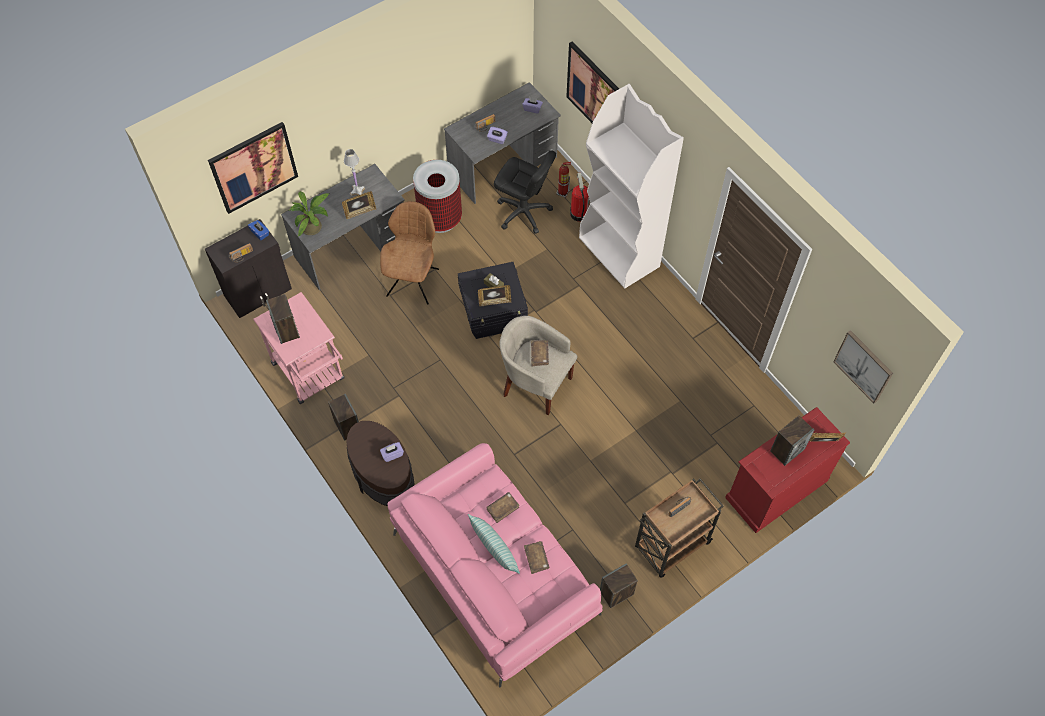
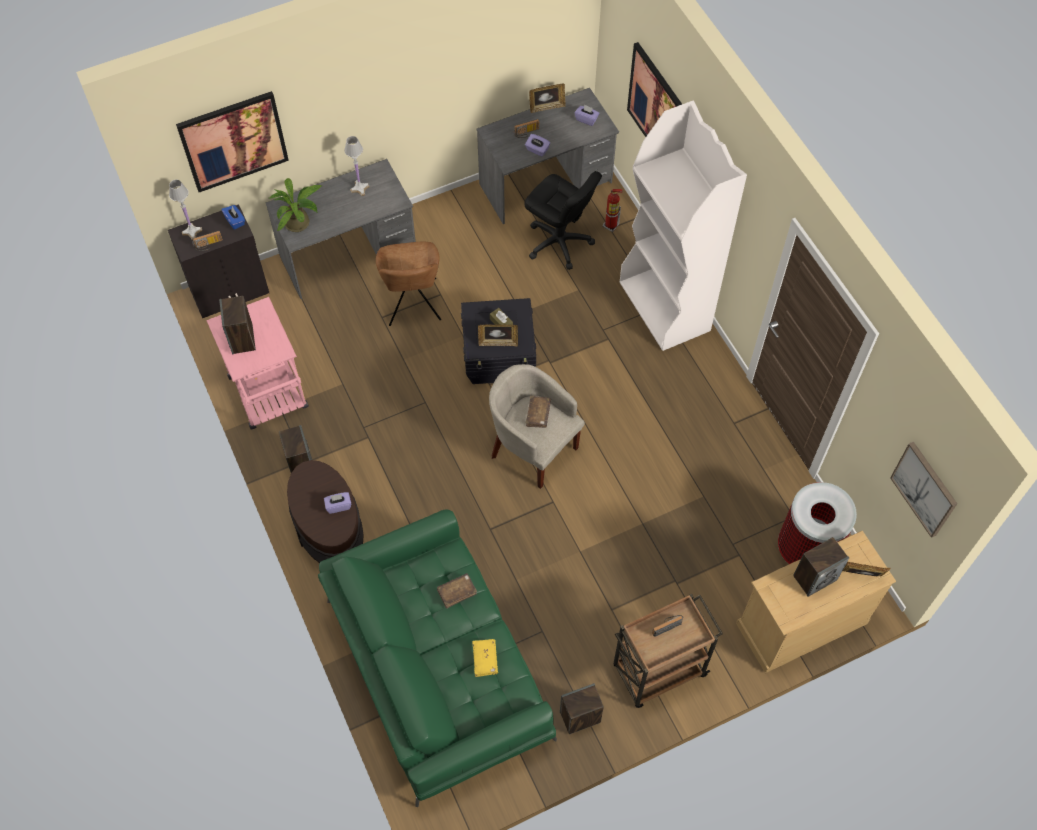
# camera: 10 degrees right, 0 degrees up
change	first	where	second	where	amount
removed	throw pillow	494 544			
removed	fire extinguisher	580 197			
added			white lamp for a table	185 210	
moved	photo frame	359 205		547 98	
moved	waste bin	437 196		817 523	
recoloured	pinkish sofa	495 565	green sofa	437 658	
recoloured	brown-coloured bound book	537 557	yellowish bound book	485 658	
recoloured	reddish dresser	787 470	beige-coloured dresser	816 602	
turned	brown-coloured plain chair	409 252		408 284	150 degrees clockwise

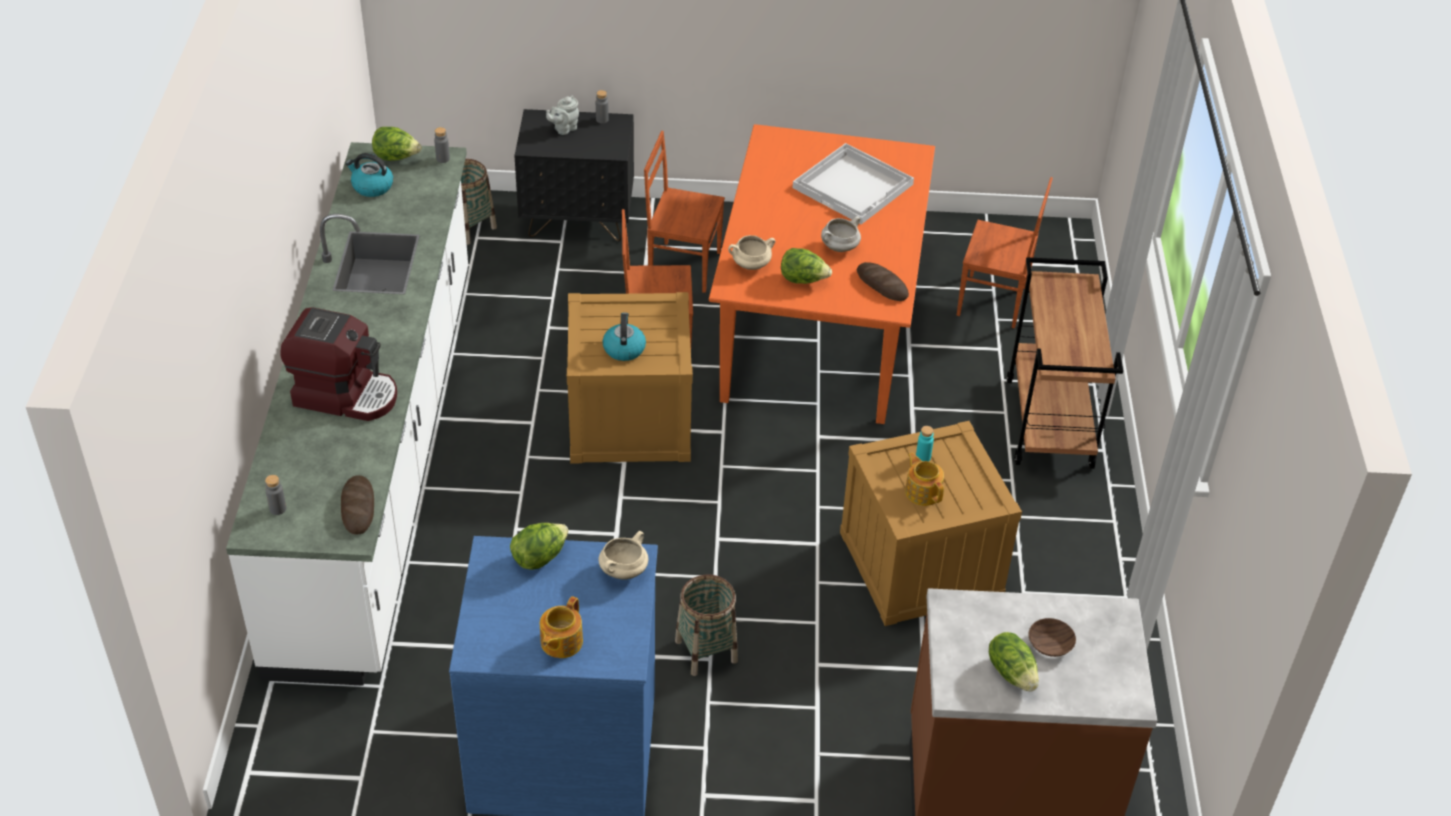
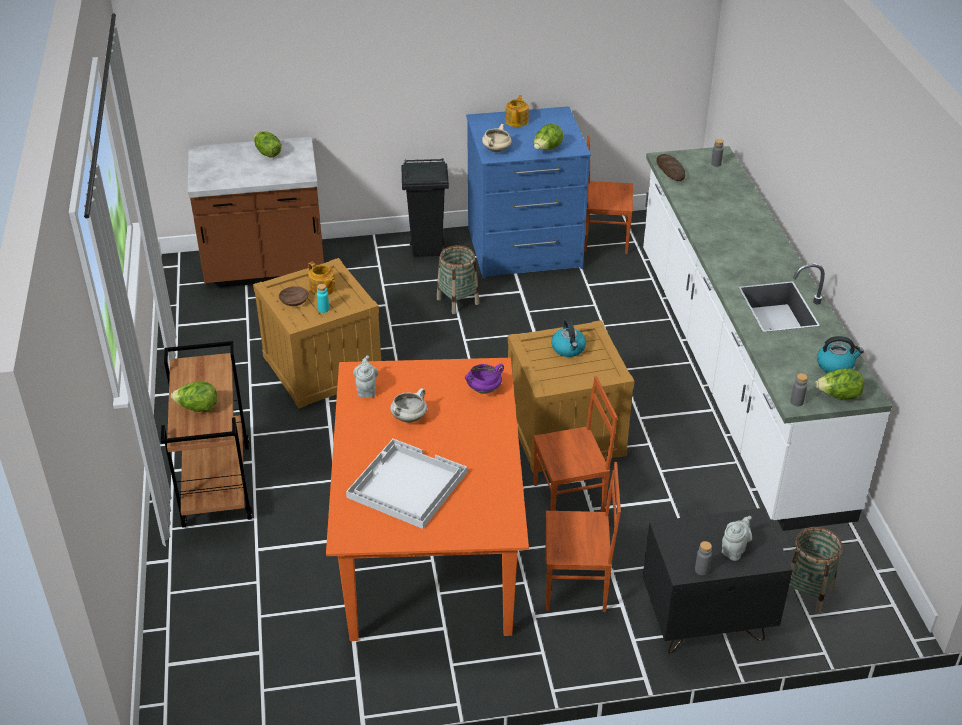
# camera: 170 degrees right, 5 degrees down
change	first	where	second	where	amount
removed	coffee machine	338 364			
added			black-coloured waste bin	425 208	
moved	lettuce	806 266		194 397	
moved	brown-coloured plain chair	1005 253		608 195	
moved	brown-coloured deep dish	1052 637		294 296	
replaced	bakery bread	883 281	gray teapot	365 377	
recoloured	beige-coloured stockpot	751 252	purple-coloured stockpot	484 379	

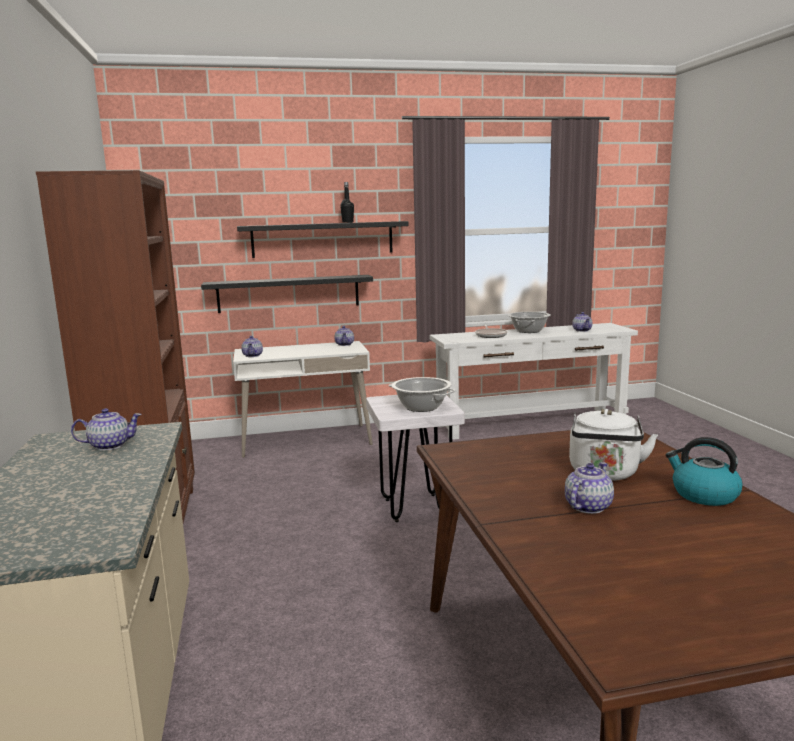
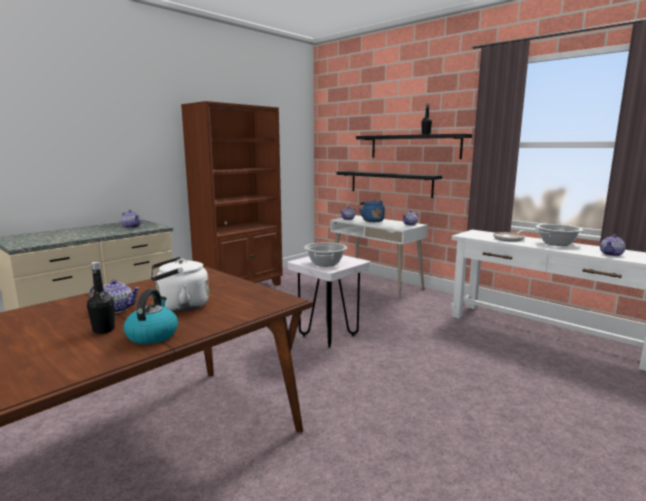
# camera: 55 degrees right, 0 degrees up
change	first	where	second	where	amount
added			black-coloured beverage bottle	101 298	
added			bluish kettle	372 211	

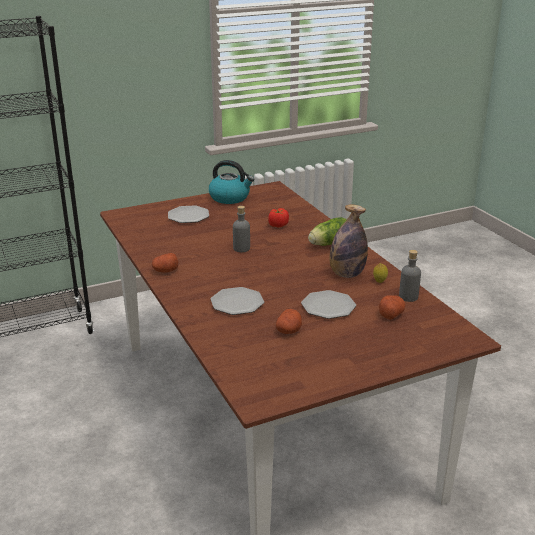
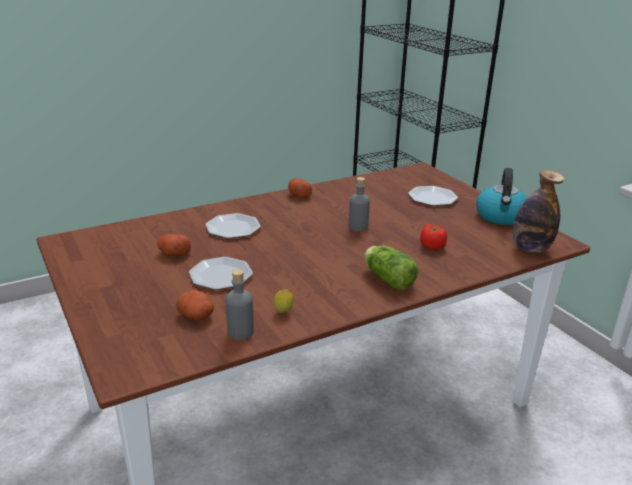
# camera: 85 degrees right, 0 degrees up
change	first	where	second	where	amount
moved	beverage bottle	349 241		538 211	

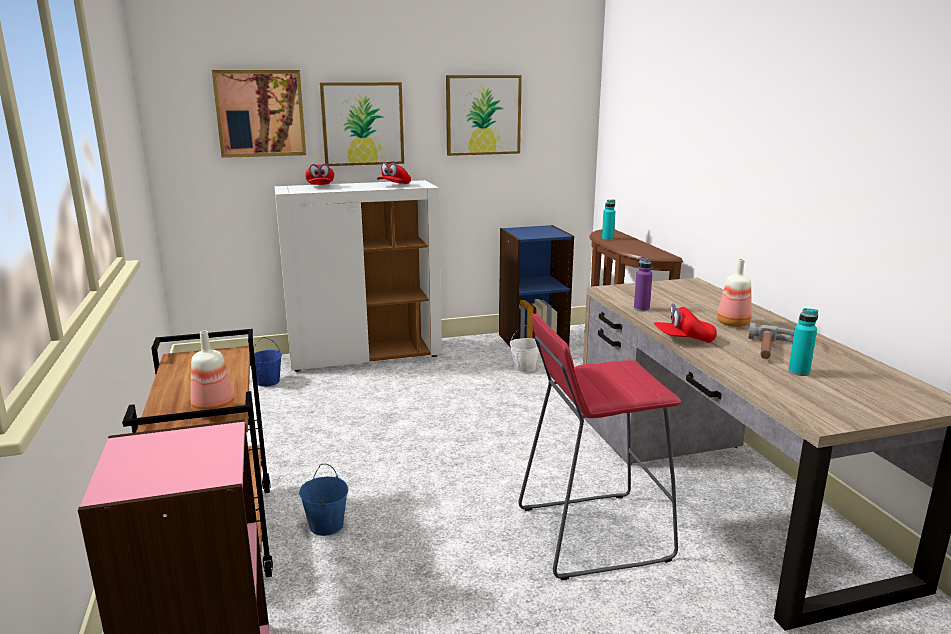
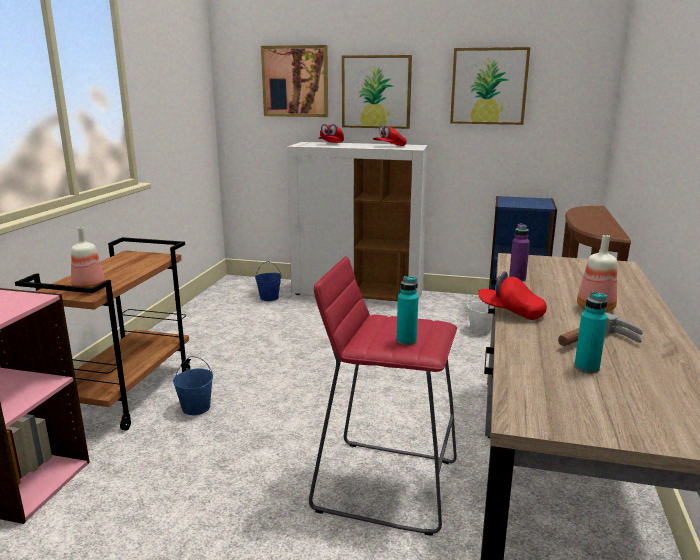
# camera: 30 degrees right, 0 degrees up
change	first	where	second	where	amount
moved	turquoise beverage bottle	608 219		407 310	

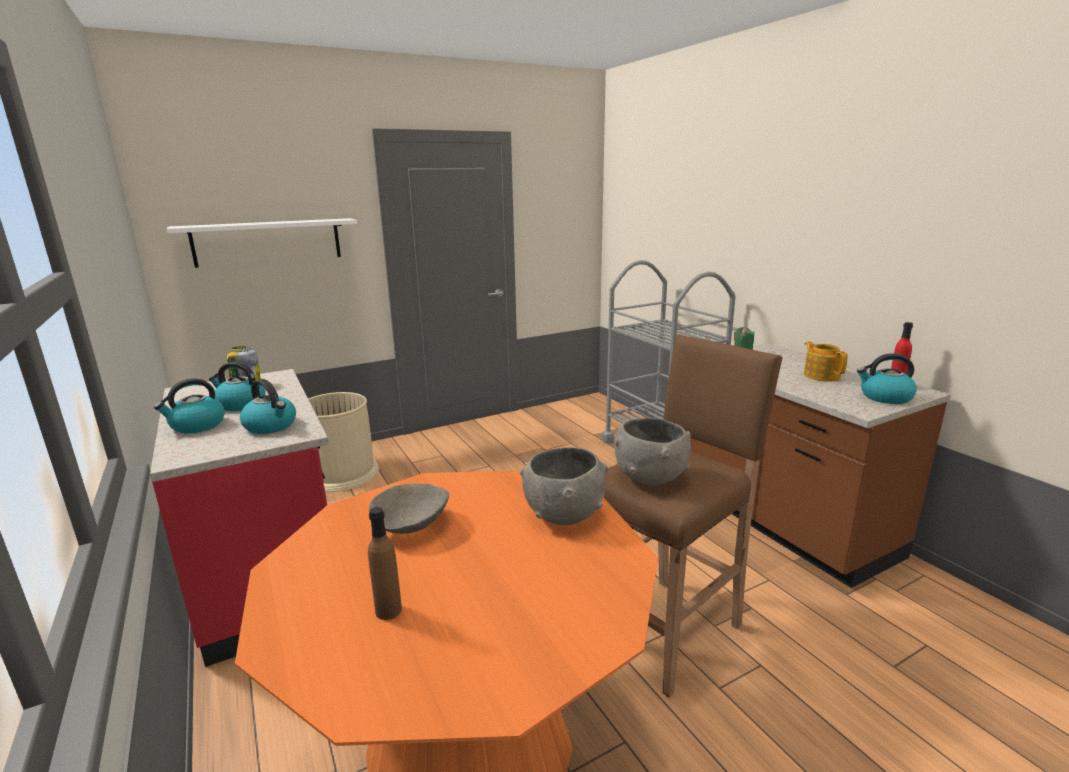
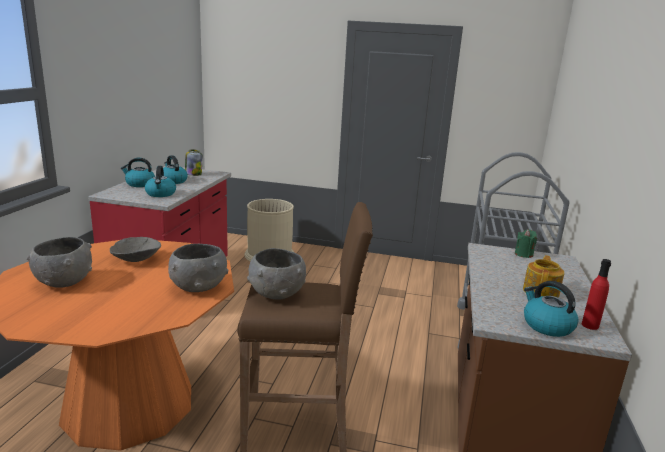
# camera: 40 degrees right, 0 degrees up
change	first	where	second	where	amount
removed	white shelf	262 243			
replaced	brown-coloured beverage bottle	385 563	gray deep dish	59 262	

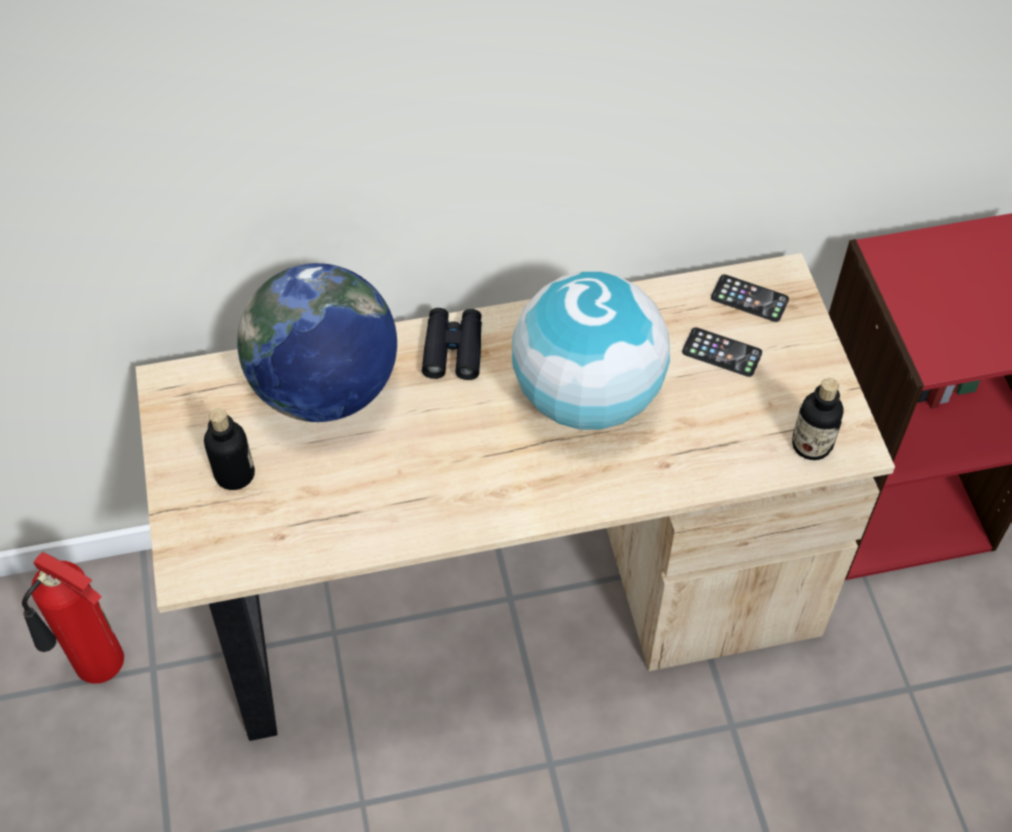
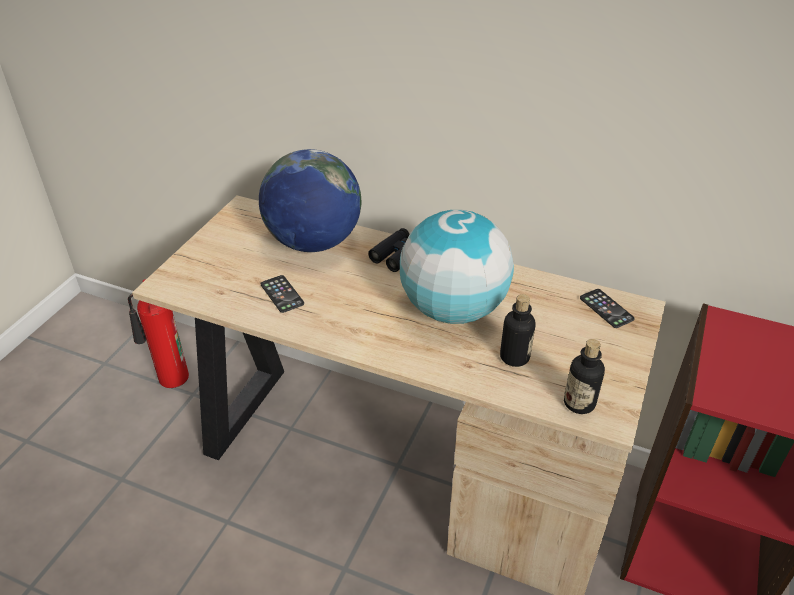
# camera: 35 degrees right, 15 degrees down
change	first	where	second	where	amount
moved	beverage bottle	229 449		518 330	
moved	phone	722 352		282 294	

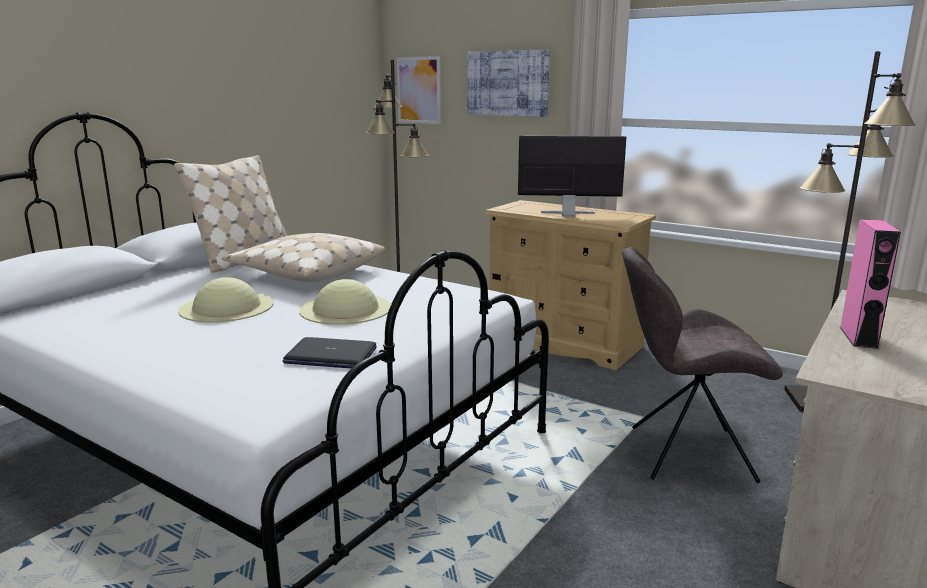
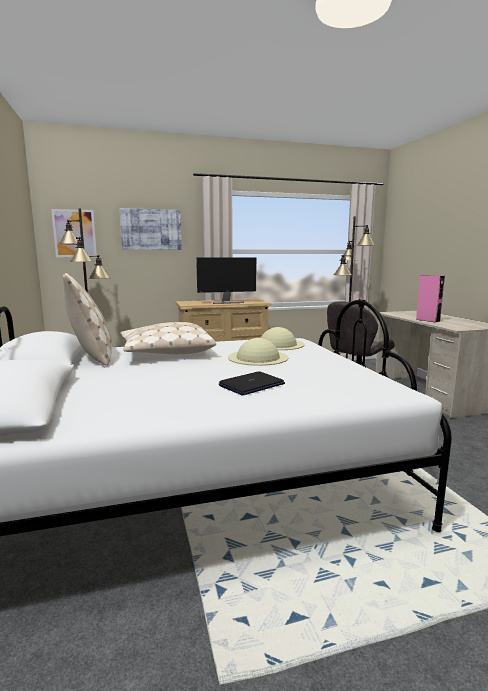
# camera: 50 degrees left, 5 degrees down
change	first	where	second	where	amount
moved	beige-coloured hat	226 300		283 338	
moved	notebook computer	329 353		252 383	
turned	computer display	572 176		226 280	150 degrees counterclockwise

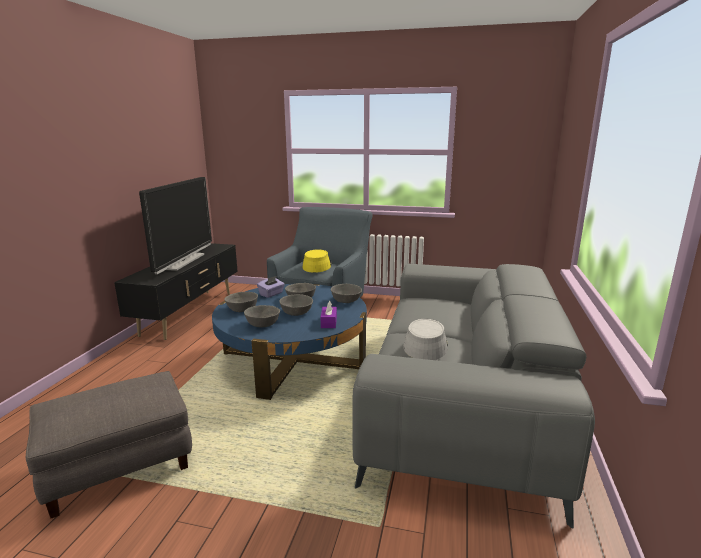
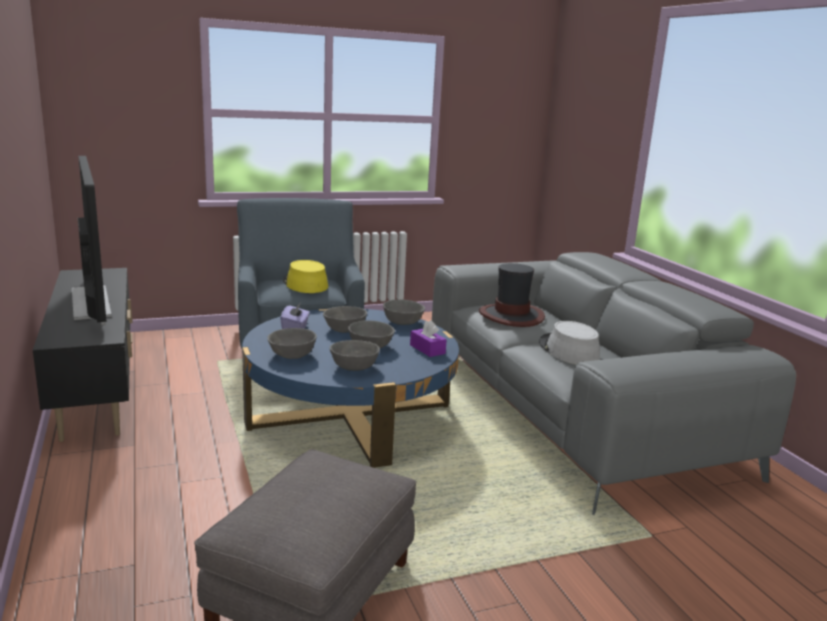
# camera: 35 degrees left, 0 degrees up
change	first	where	second	where	amount
added			hat	512 295	

